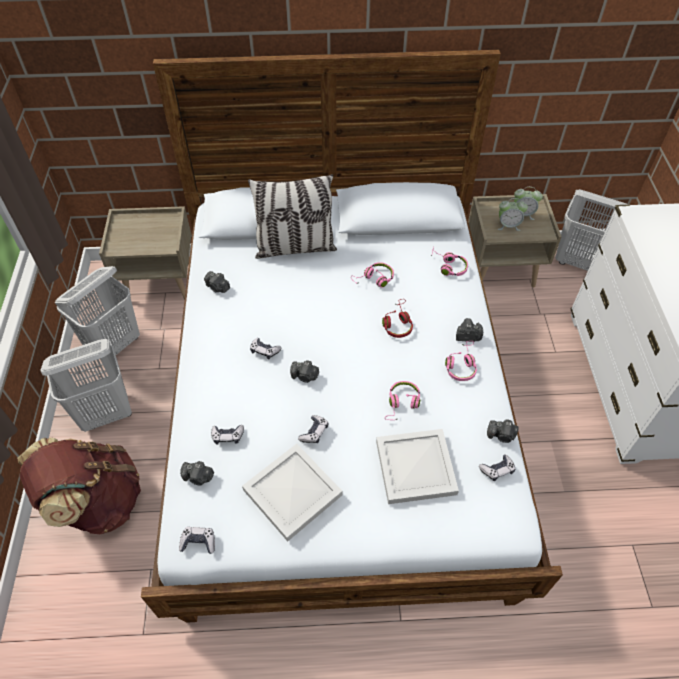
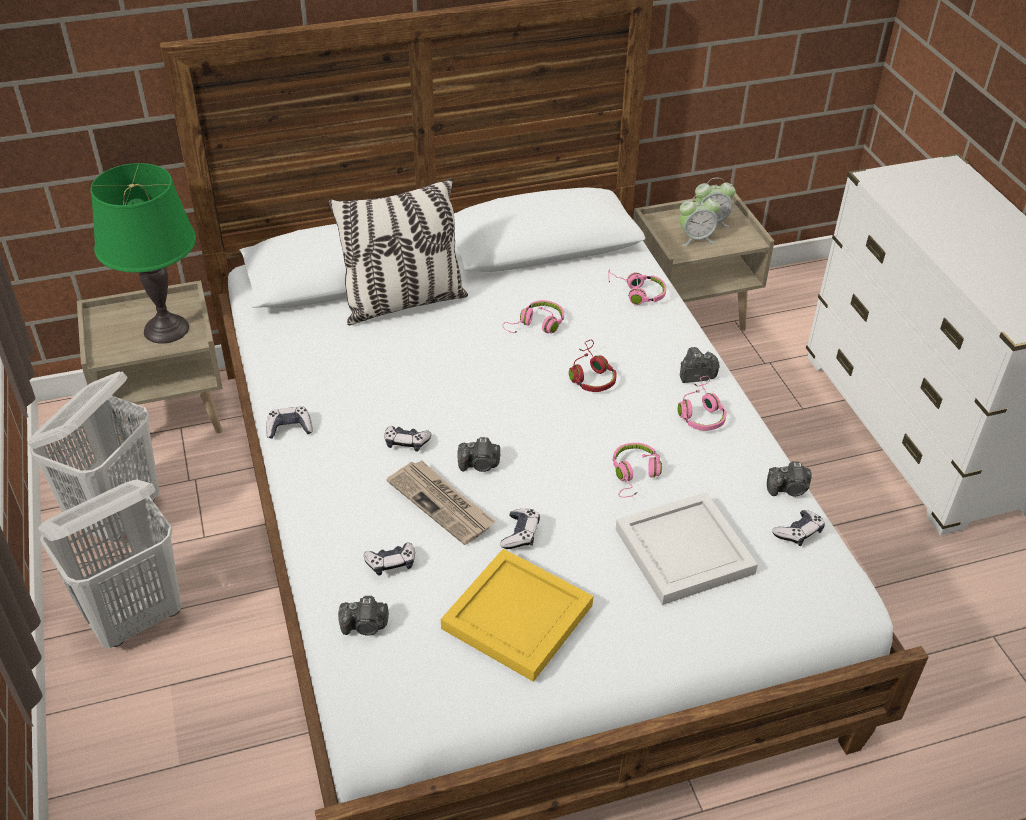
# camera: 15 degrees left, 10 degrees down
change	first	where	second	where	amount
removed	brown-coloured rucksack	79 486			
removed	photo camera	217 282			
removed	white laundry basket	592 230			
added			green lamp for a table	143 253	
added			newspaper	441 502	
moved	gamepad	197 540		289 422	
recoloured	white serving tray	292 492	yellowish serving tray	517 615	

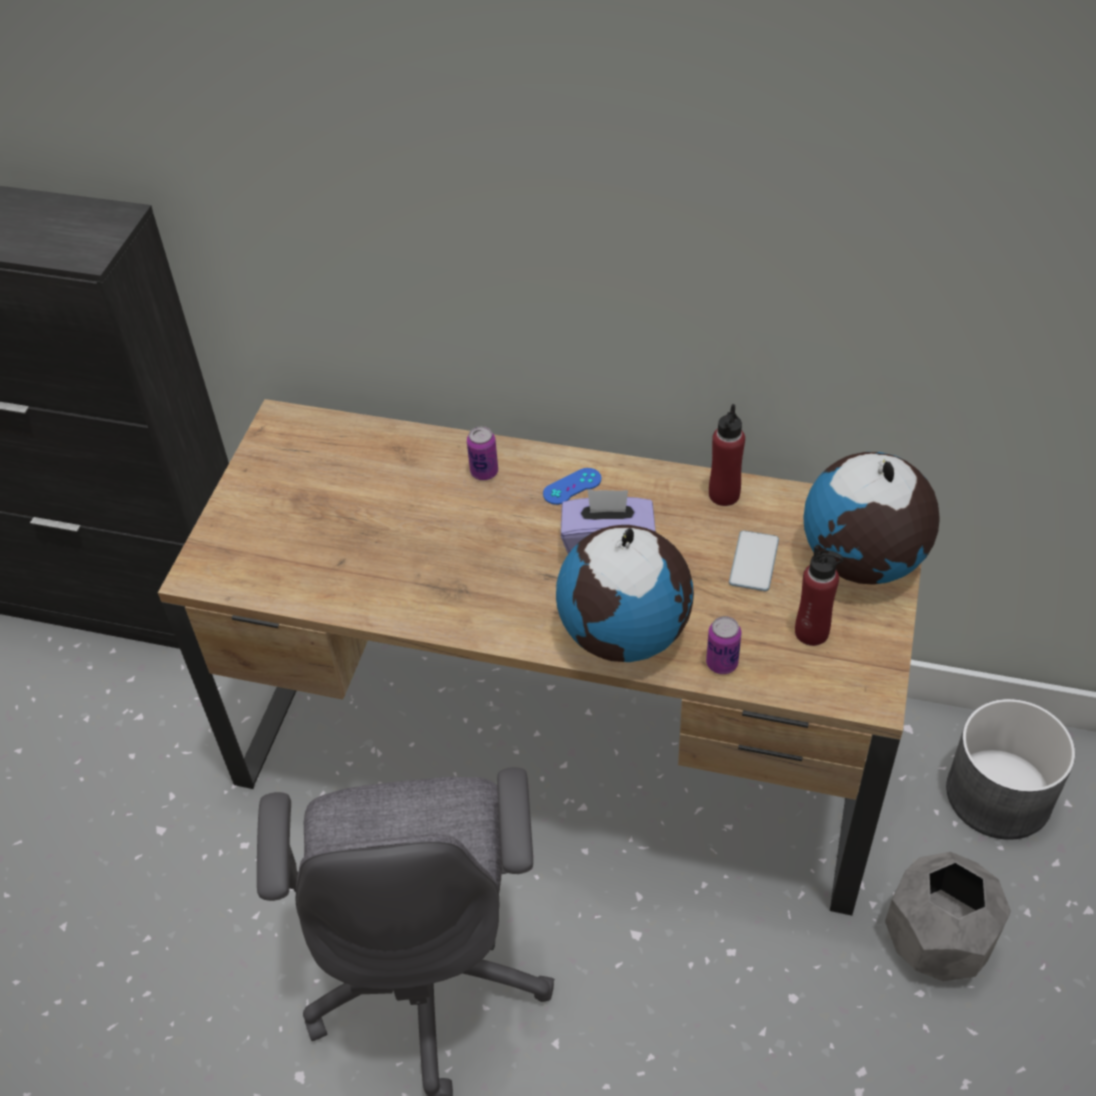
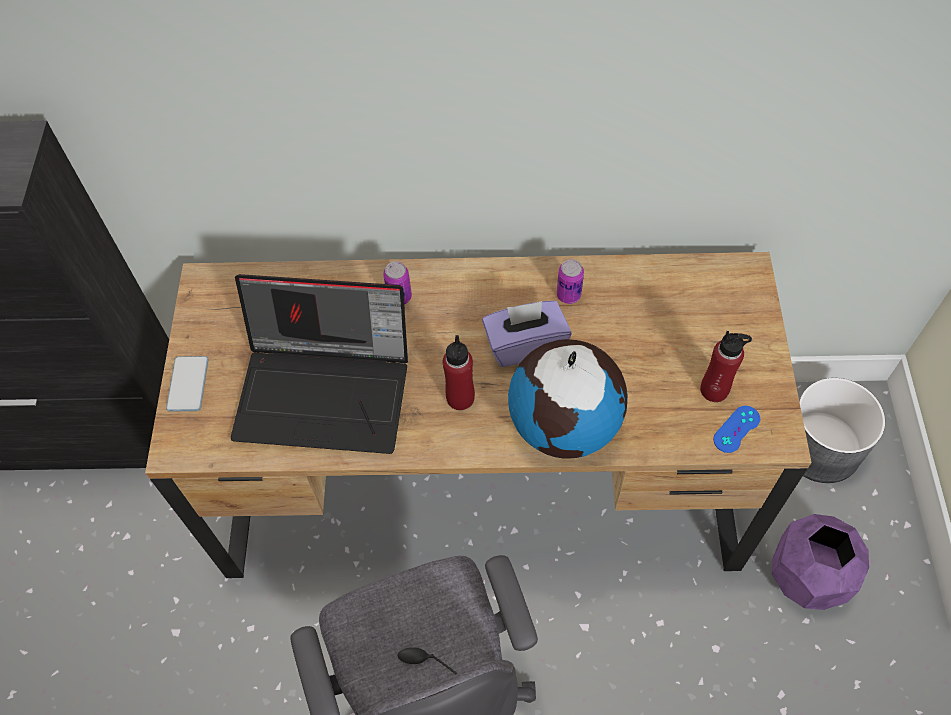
# camera: 15 degrees left, 10 degrees up
change	first	where	second	where	amount
removed	globe	871 518			
added			notebook computer	319 364	
moved	bluish gamepad	572 486		736 429	
moved	can	723 645		570 281	
moved	reddish beverage bottle	727 455		459 372	
moved	phone	754 560		187 384	
recoloured	gray planter	948 916	purple-coloured planter	820 562	

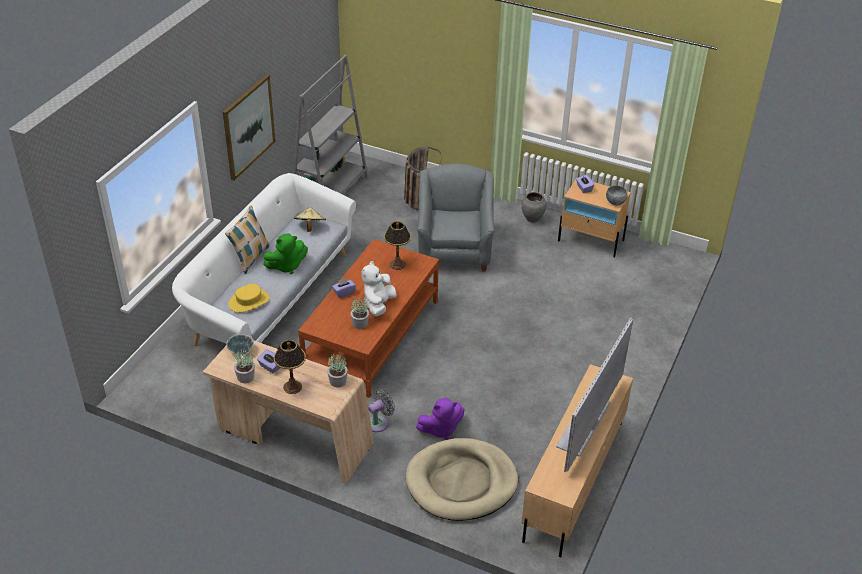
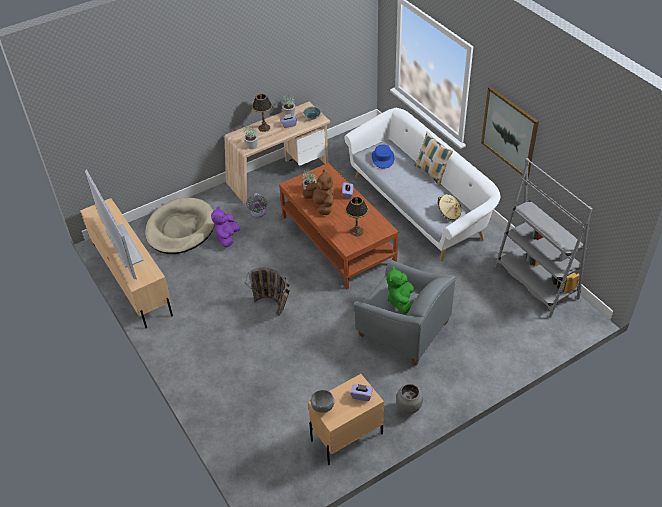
# camera: 125 degrees right, 5 degrees up
change	first	where	second	where	amount
moved	green cuddly toy	285 253		400 290	
moved	household basket	423 178		267 292	
recoloured	yellowish hat	249 298	bluish hat	383 156	
recoloured	white cuddly toy	379 289	brown-coloured cuddly toy	318 192	

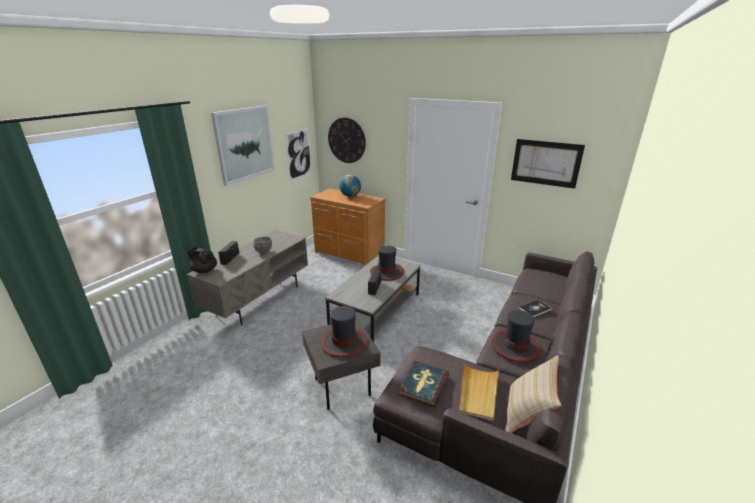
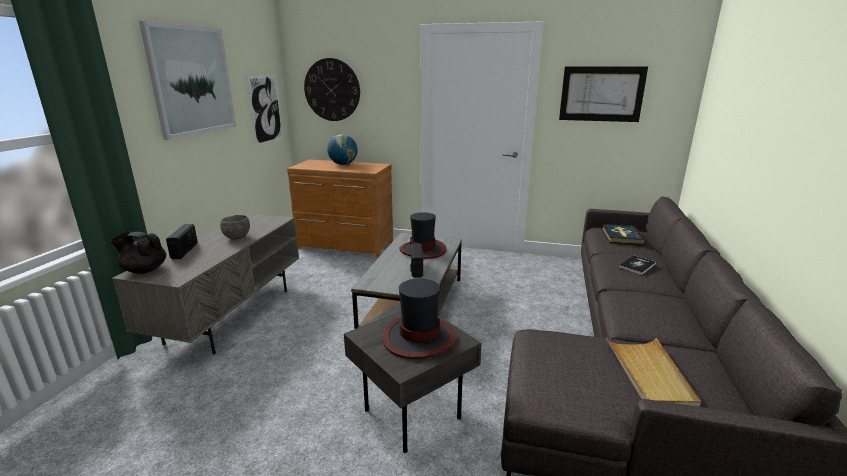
# camera: 15 degrees left, 5 degrees down
change	first	where	second	where	amount
removed	hat	516 336			
removed	beige-coloured throw pillow	533 394			
moved	bound book	424 384		624 234	

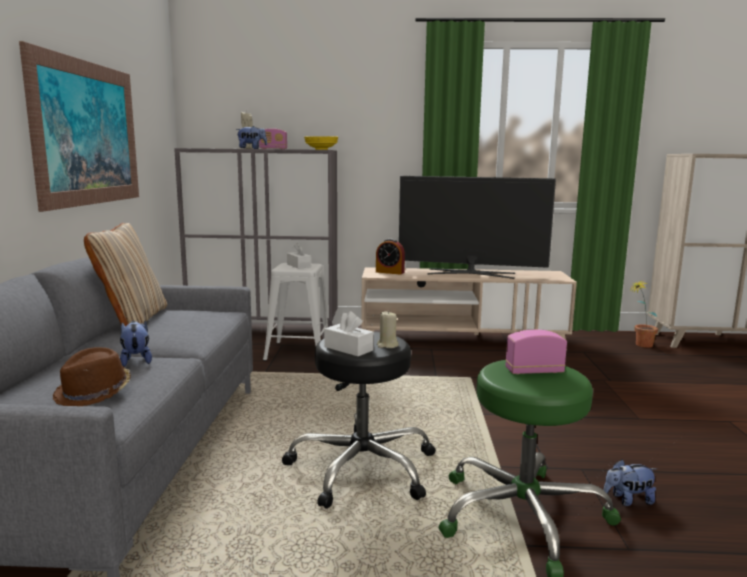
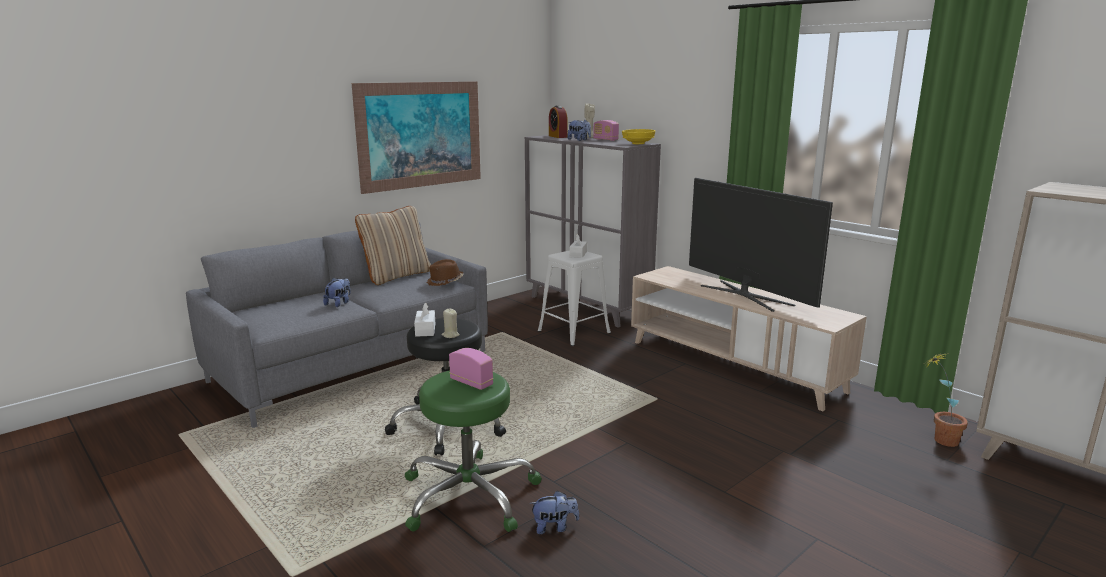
# camera: 45 degrees right, 5 degrees up
change	first	where	second	where	amount
moved	brown-coloured hat	92 376		444 272	
moved	bedside clock	390 257		558 122	
turned	cuddly toy	630 482		554 512	135 degrees clockwise

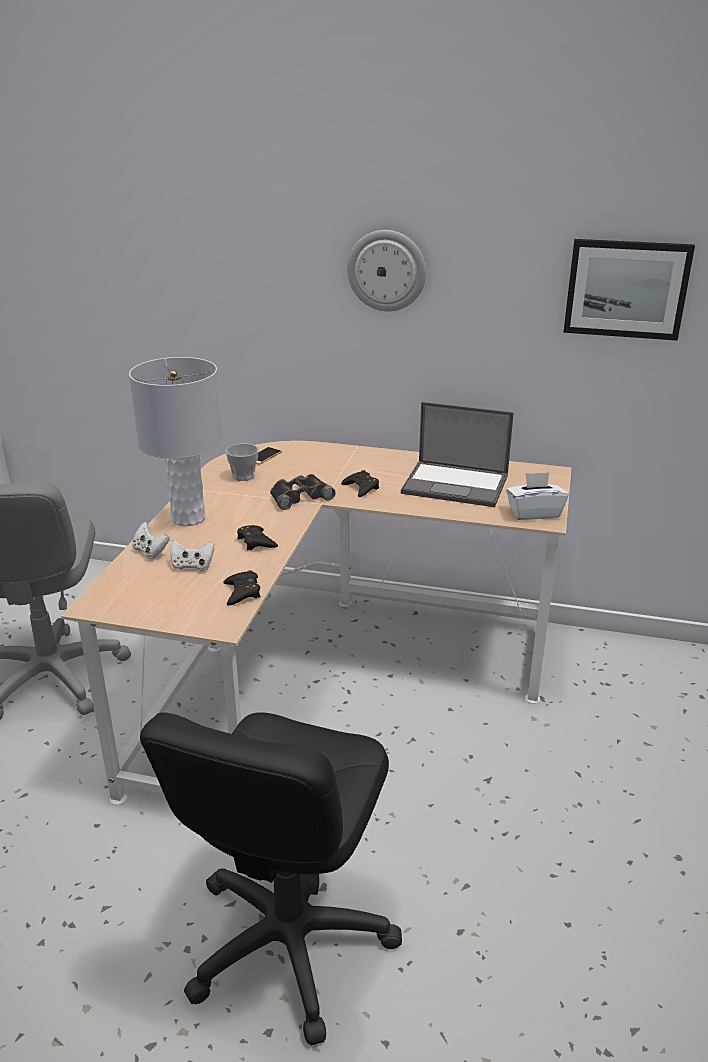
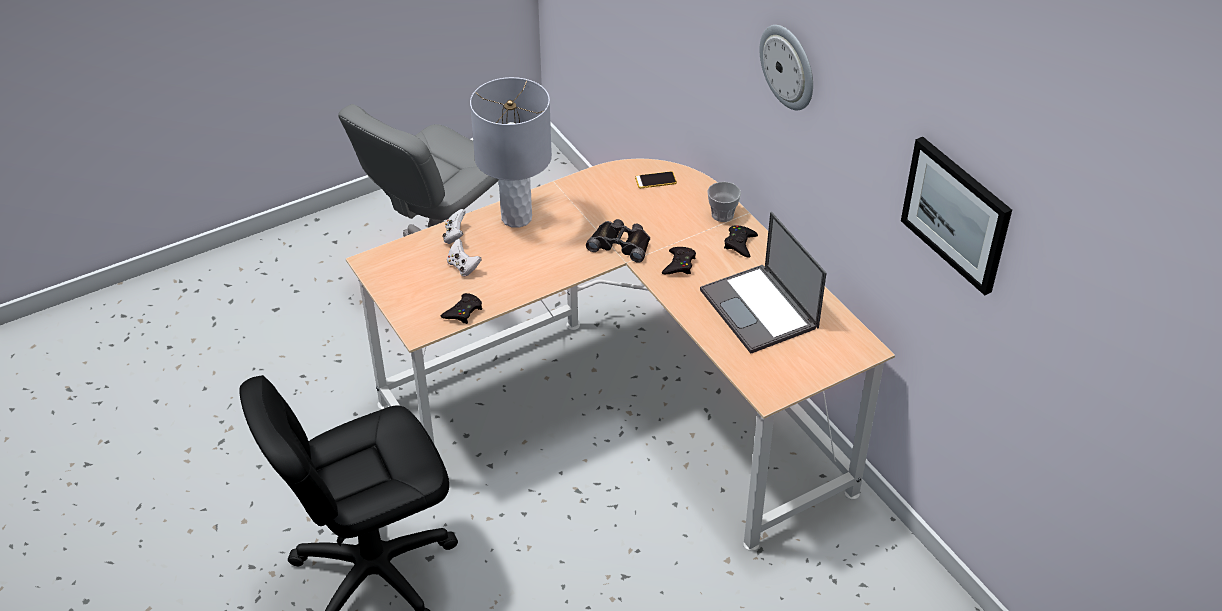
# camera: 45 degrees right, 15 degrees up
change	first	where	second	where	amount
removed	white tissue holder	537 496			
moved	cup	242 462		724 202	
moved	black-coloured gamepad	257 537		741 241	

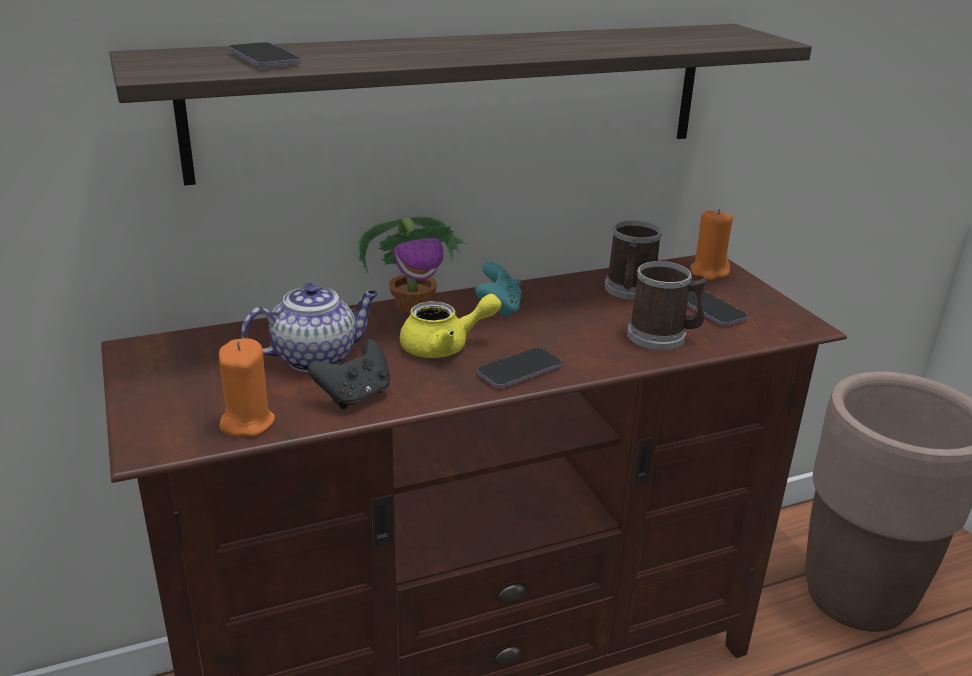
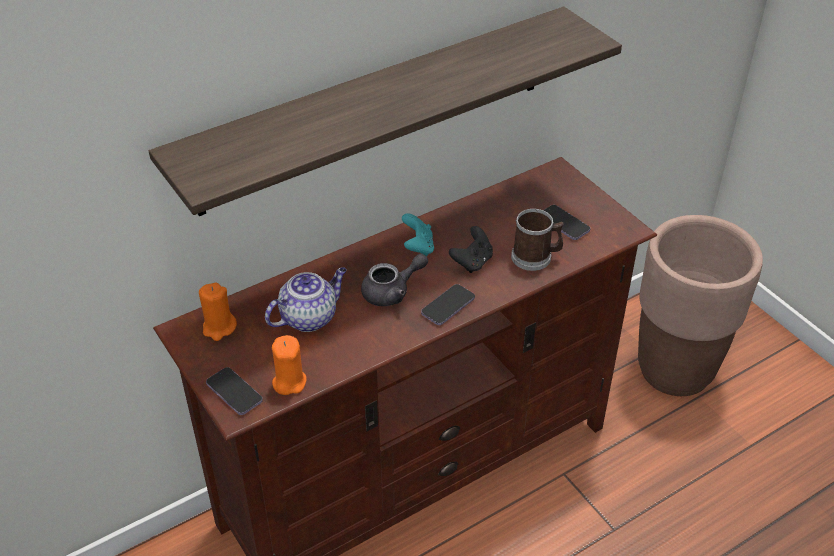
# camera: 10 degrees left, 15 degrees up
change	first	where	second	where	amount
removed	plant in a pot	412 264			
removed	tea mug	633 260			
moved	phone	264 54		234 391	
moved	black-coloured gamepad	349 374		471 249	
moved	orangey wax candle	711 244		218 312	
recoloured	yellowish teapot	450 326	gray teapot	394 279	

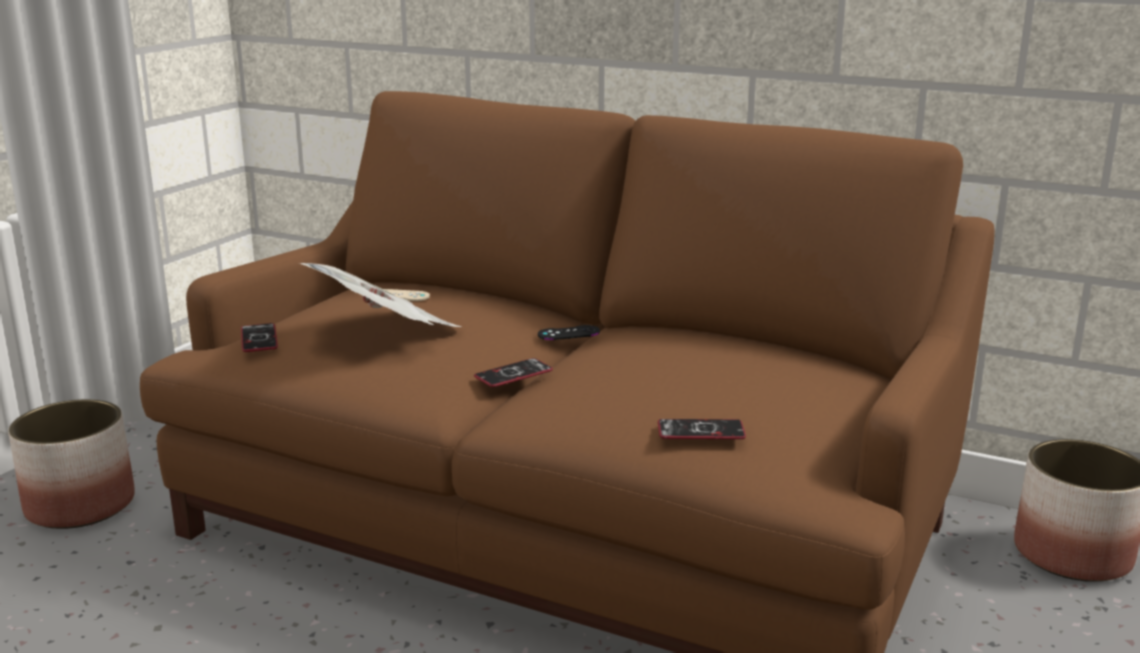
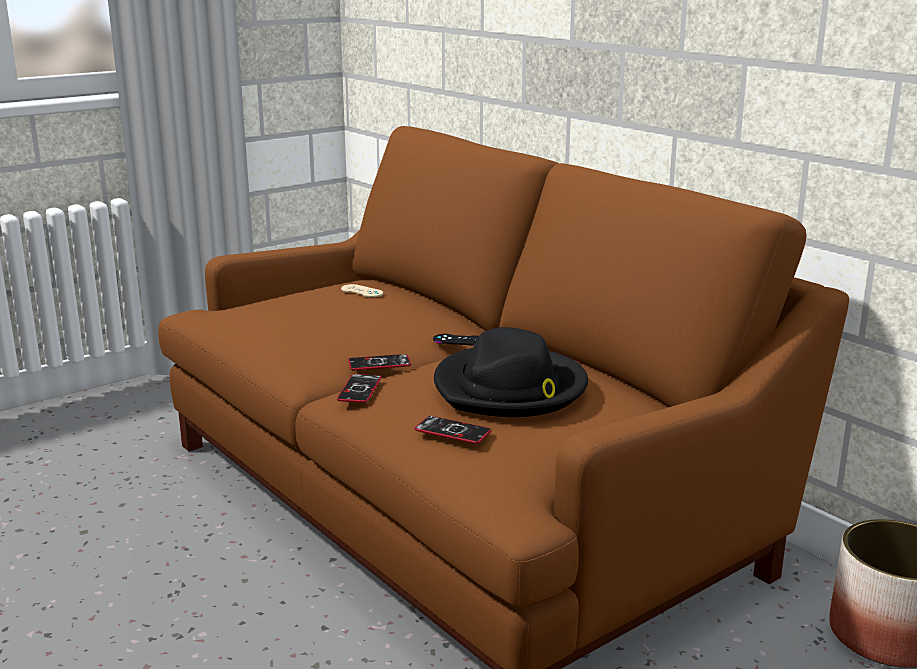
# camera: 25 degrees right, 0 degrees up
change	first	where	second	where	amount
removed	planter	71 464			
removed	newspaper	380 295			
added			black-coloured hat	511 372	
moved	phone	259 337		359 388	

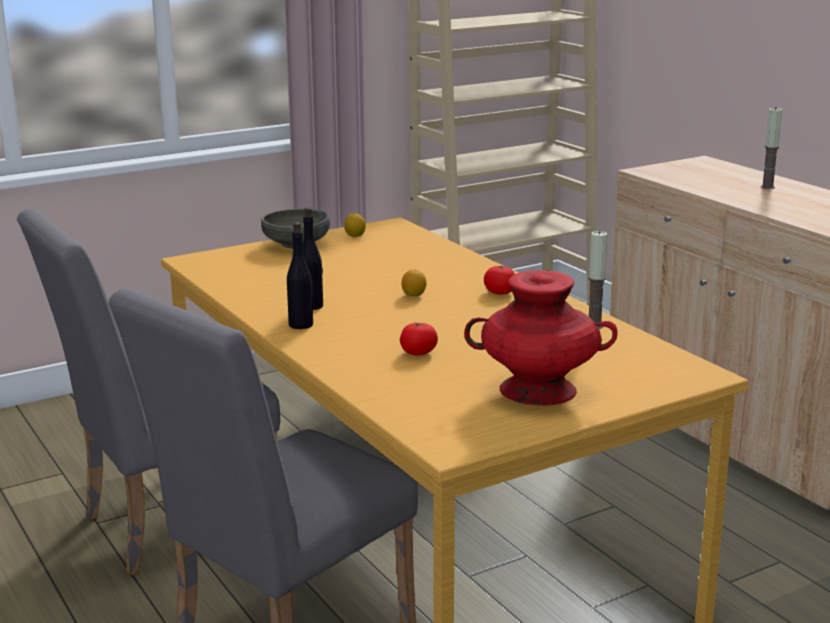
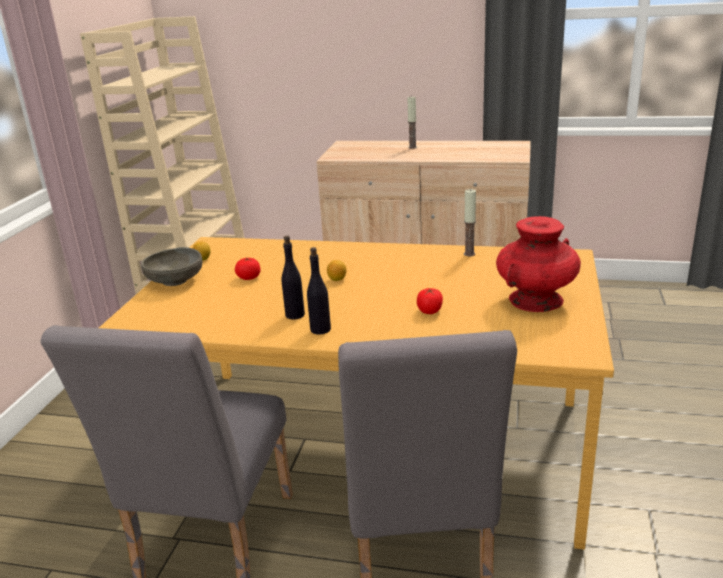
# camera: 45 degrees left, 5 degrees up
change	first	where	second	where	amount
moved	whole tomato	499 280		247 269	

